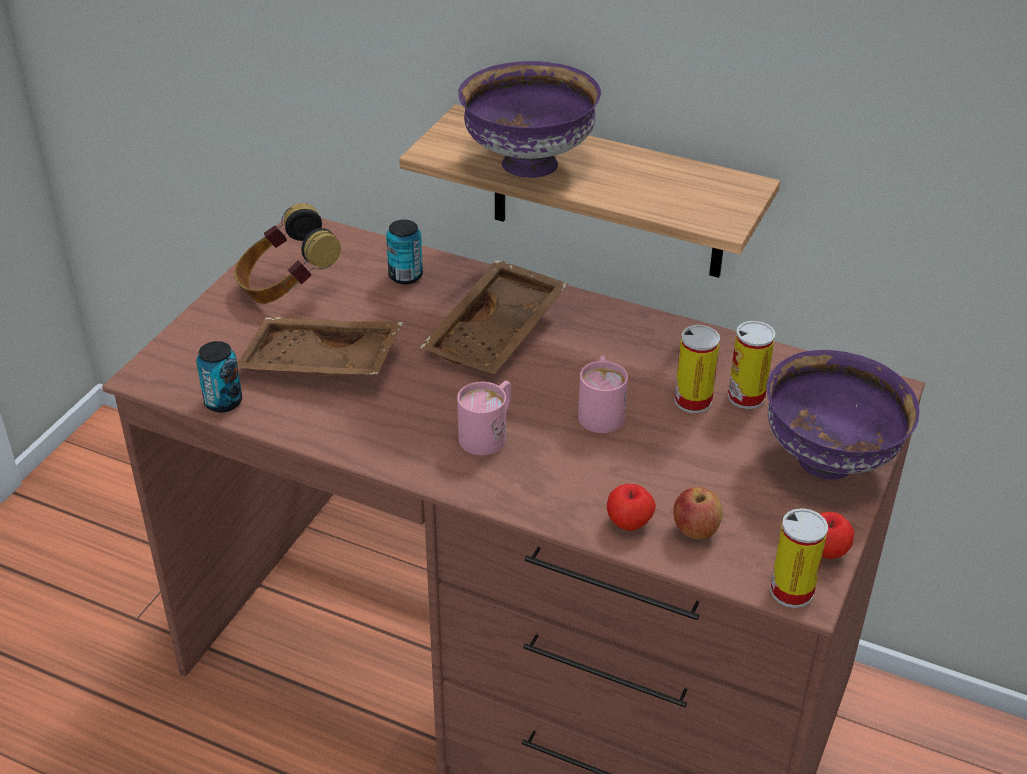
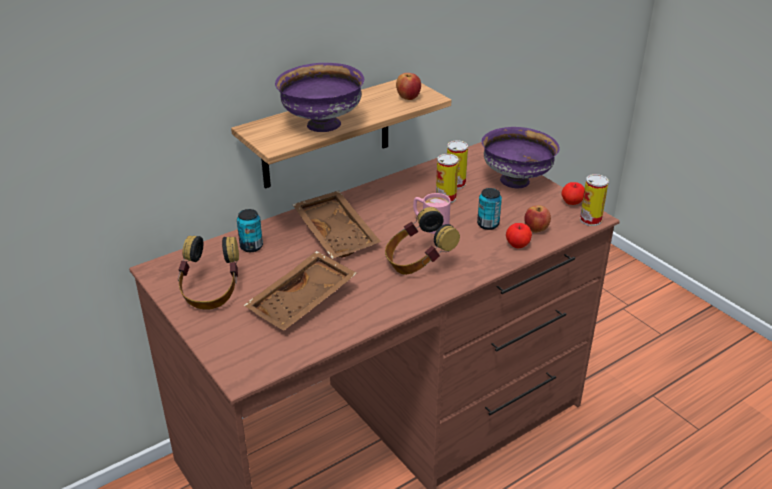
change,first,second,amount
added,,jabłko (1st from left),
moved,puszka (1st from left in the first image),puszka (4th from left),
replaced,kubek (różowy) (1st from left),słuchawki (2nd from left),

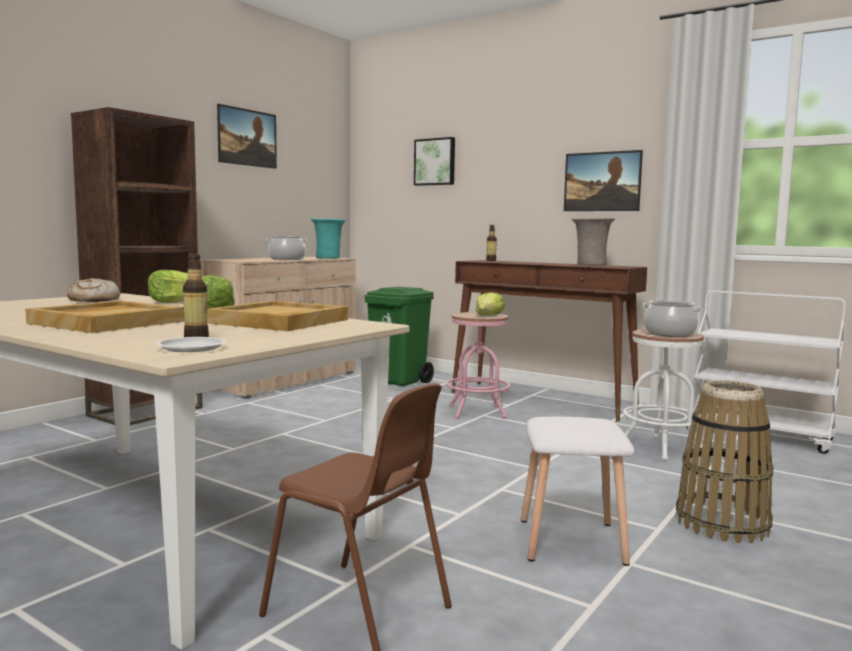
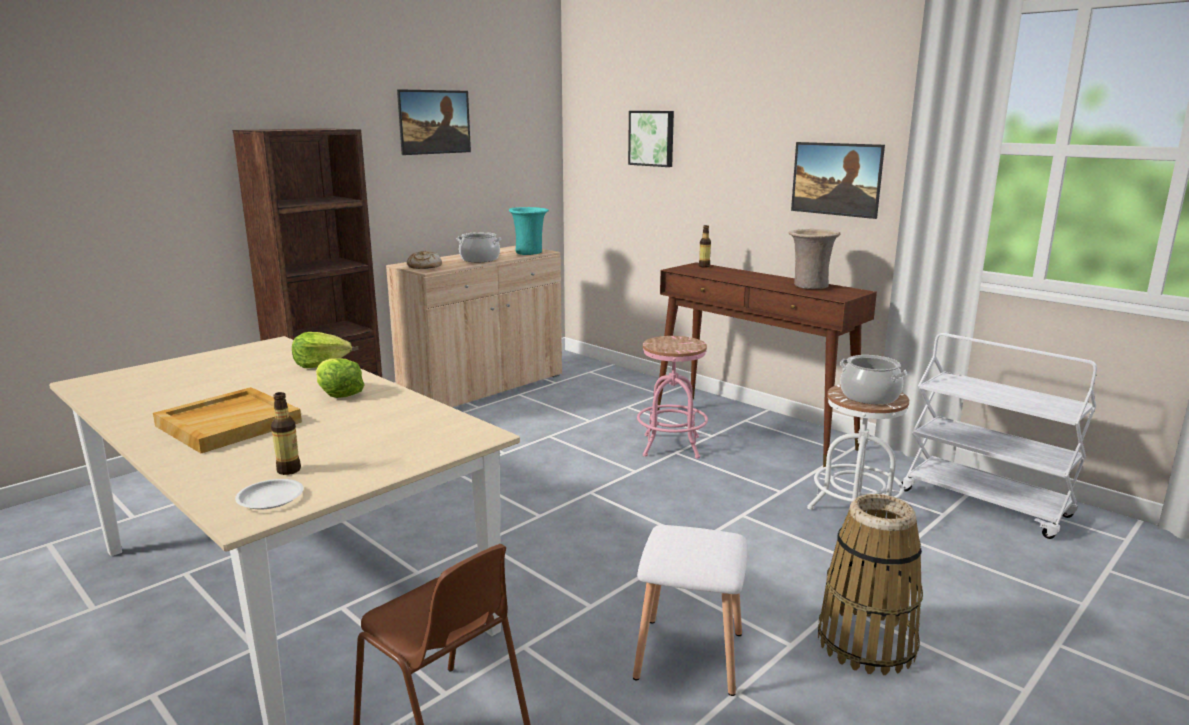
change,first,second,amount
removed,taca (beżowy) (2nd from left),,
removed,kosz na śmieci (zielony),,
removed,sałata (3rd from left),,
moved,chleb,,

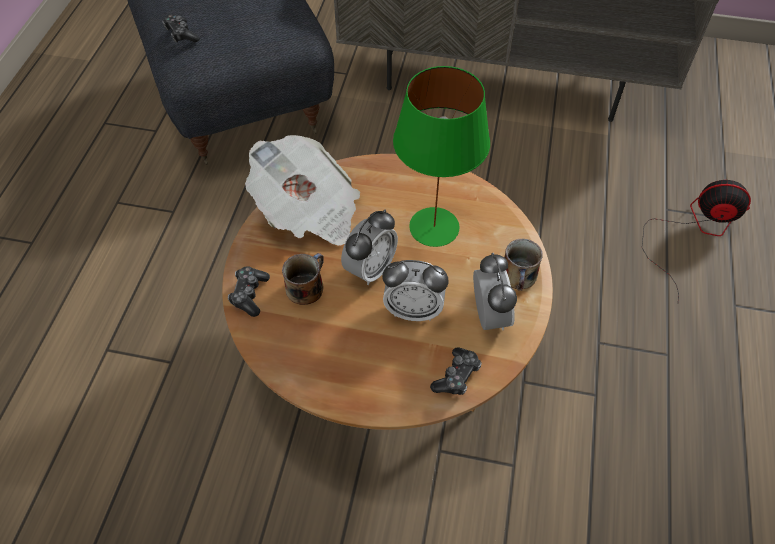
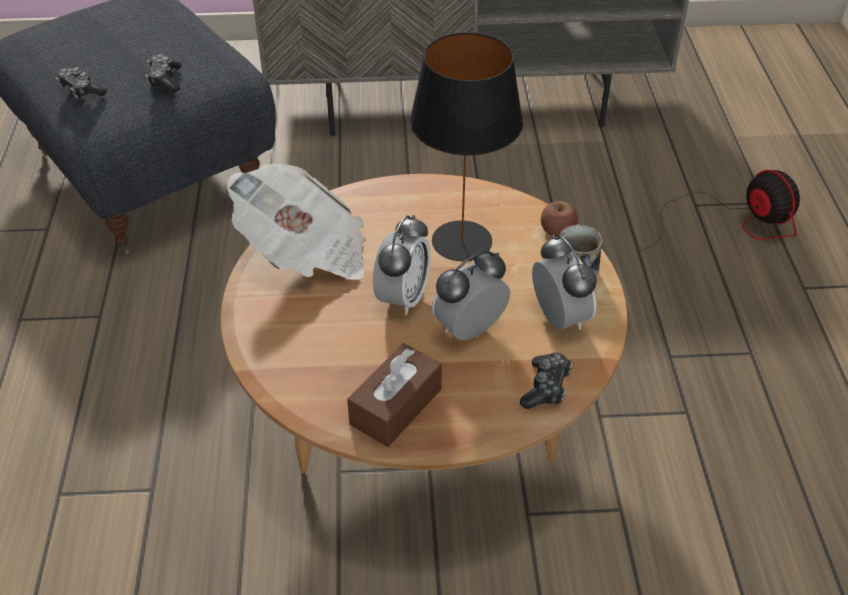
change,first,second,amount
removed,kubek (1st from left),,
added,,pudełko chusteczek (brązowy),
added,,jabłko,
moved,pad do gier (2nd from left),,
recoloured,lampa stołowa (zielony),lampa stołowa (czarny),
turned,budzik (2nd from left),,150 degrees clockwise
turned,wentylator,,60 degrees clockwise

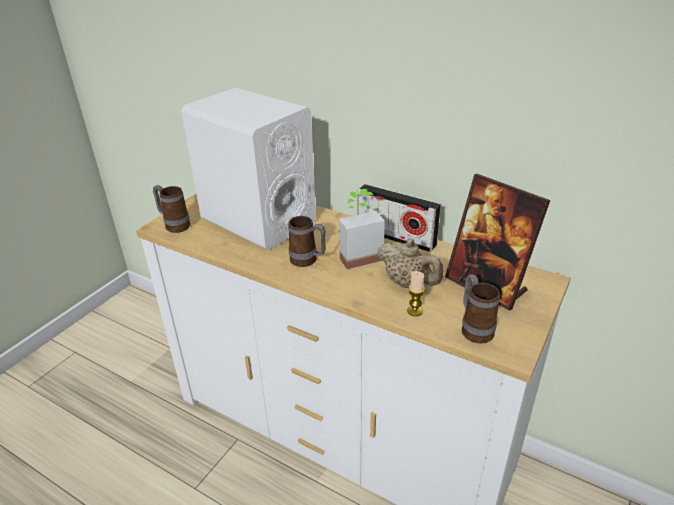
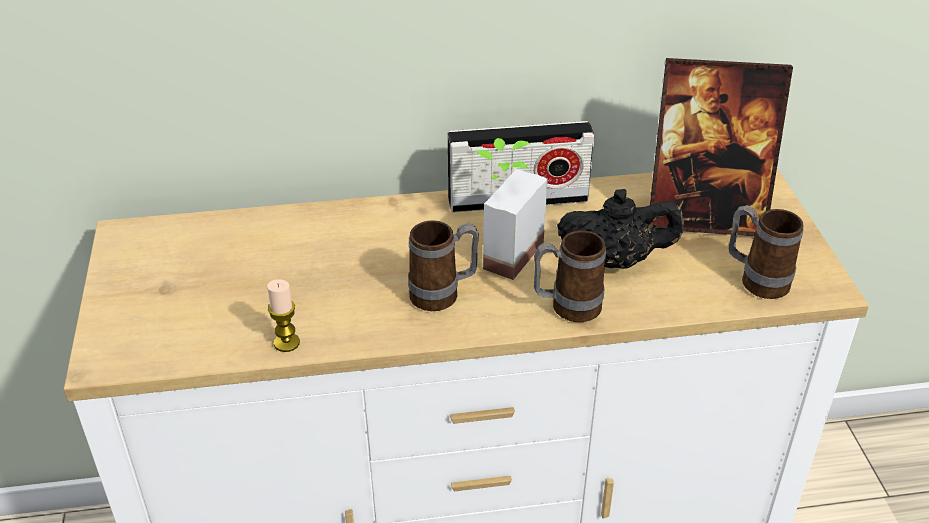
change,first,second,amount
removed,głośnik (biały),,
moved,kubek (1st from left in the first image),kubek (2nd from left),
moved,świeca,,
recoloured,imbryk (beżowy),imbryk (czarny),

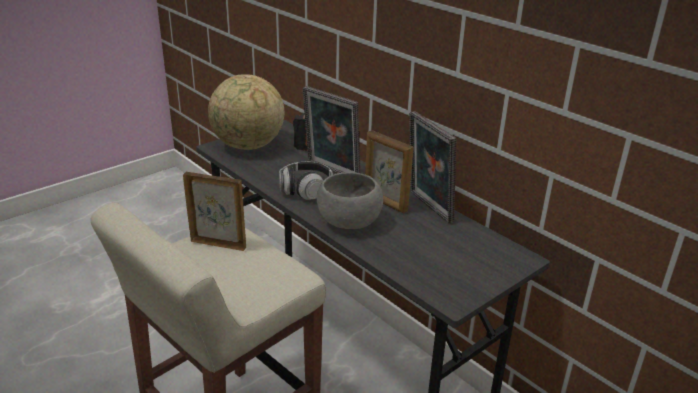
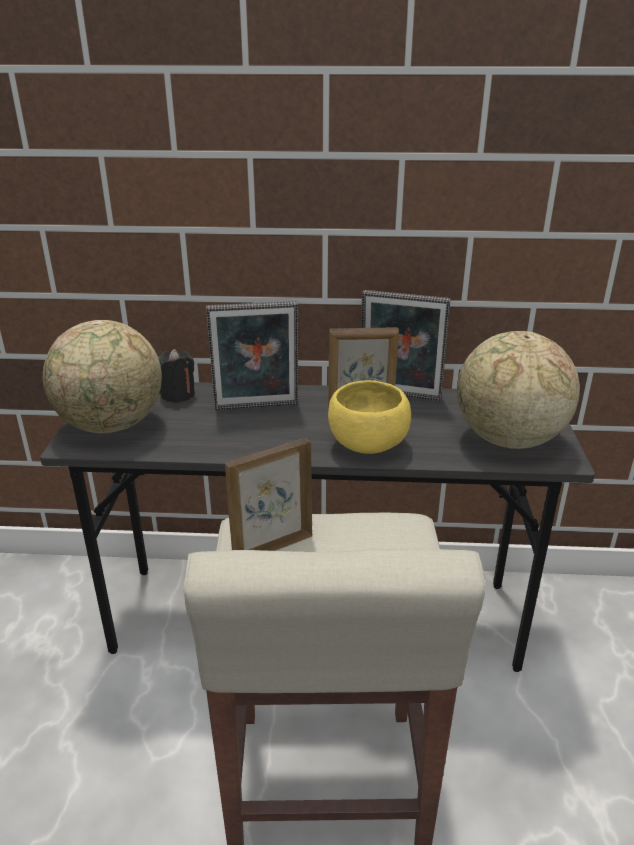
change,first,second,amount
removed,słuchawki,,
added,,globus (2nd from left),
recoloured,miska (szary),miska (żółty),

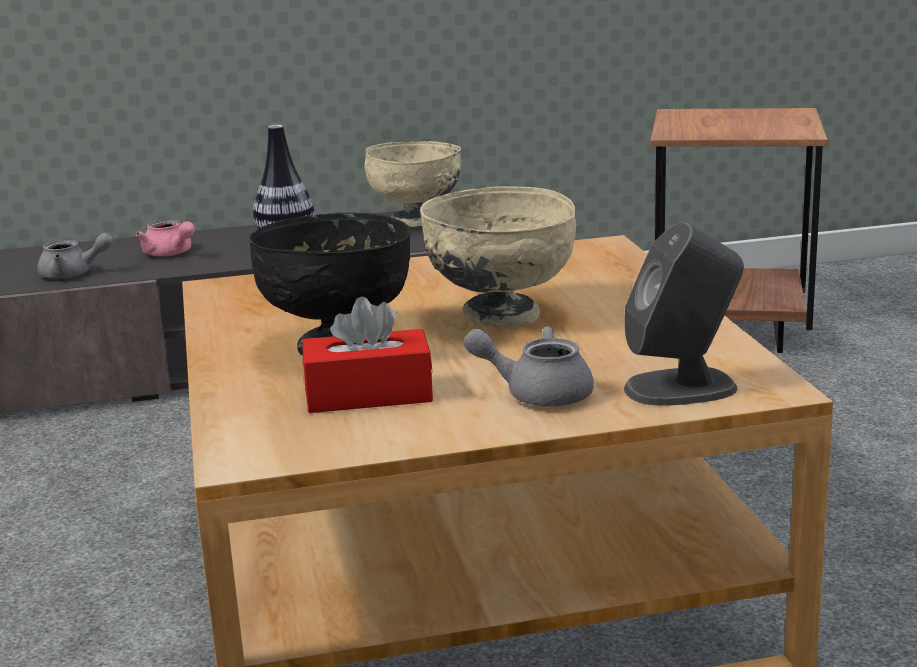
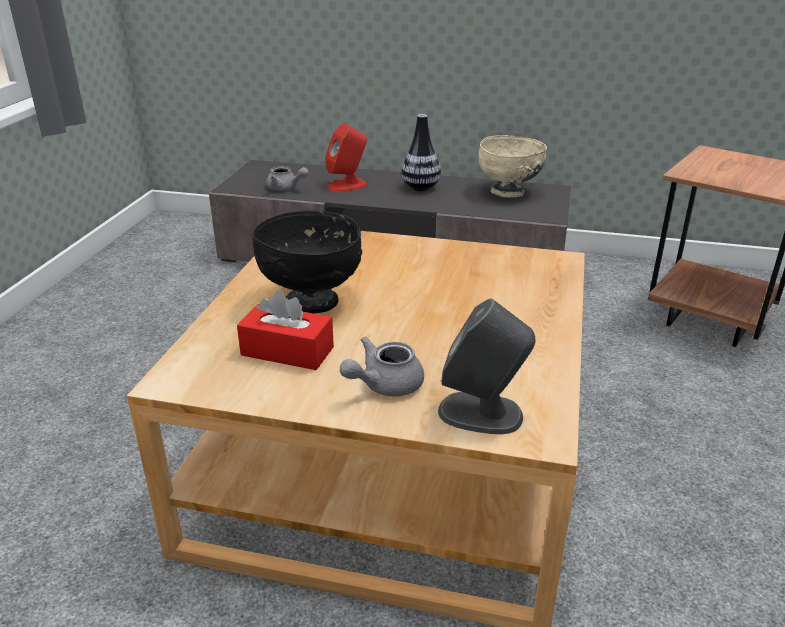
change,first,second,amount
removed,miska (beżowy) (2nd from left),,
replaced,imbryk (różowy),głośnik (czerwony),
turned,imbryk (szary) (2nd from left),,75 degrees counterclockwise

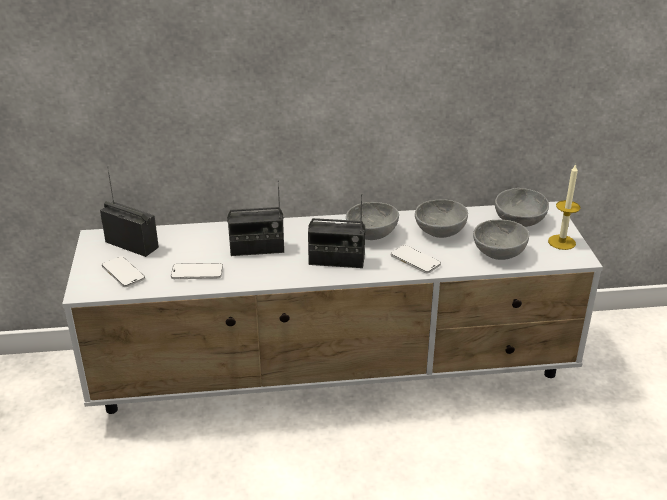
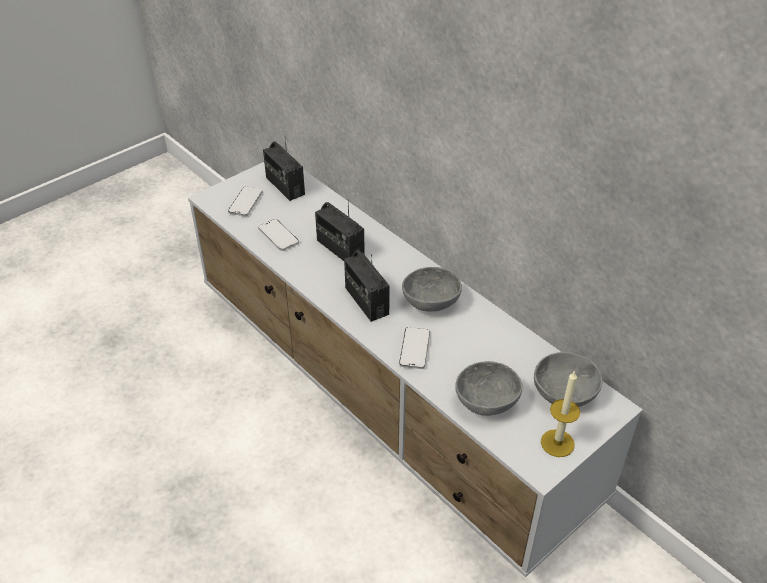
change,first,second,amount
removed,miska (szary) (2nd from left),,
turned,radio (1st from left),,150 degrees clockwise

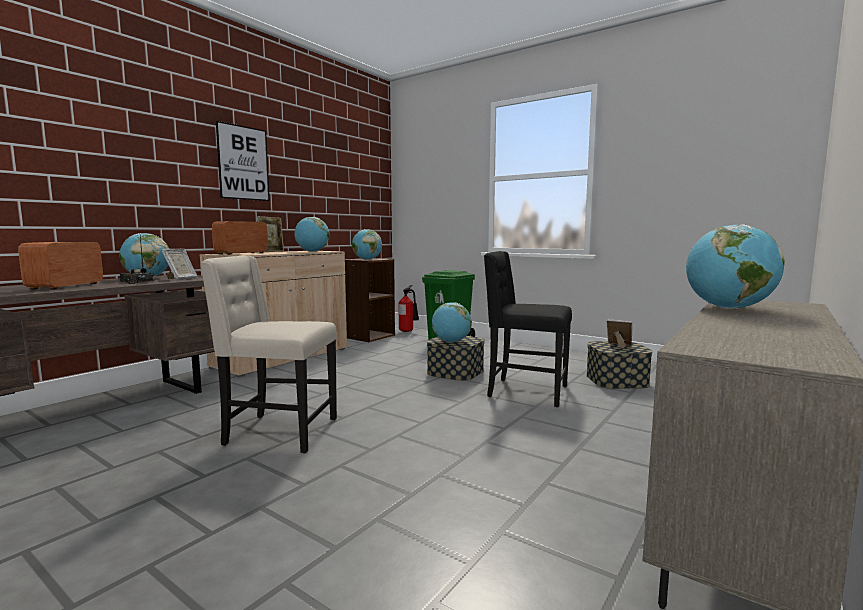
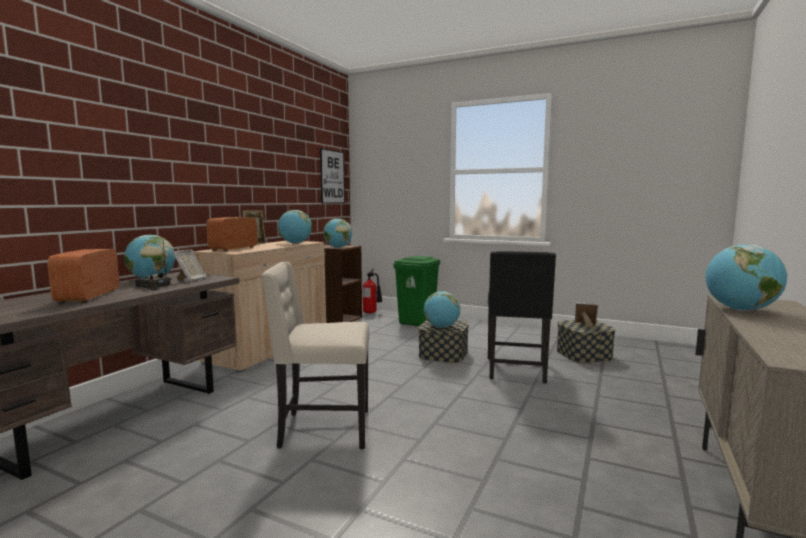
change,first,second,amount
moved,obraz,,
turned,krzesło (czarny),,90 degrees counterclockwise

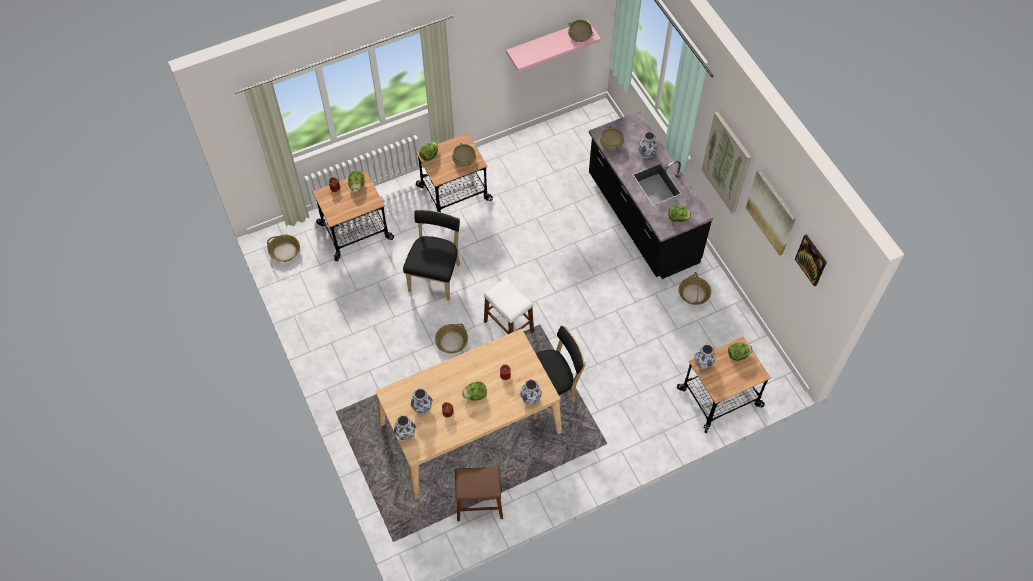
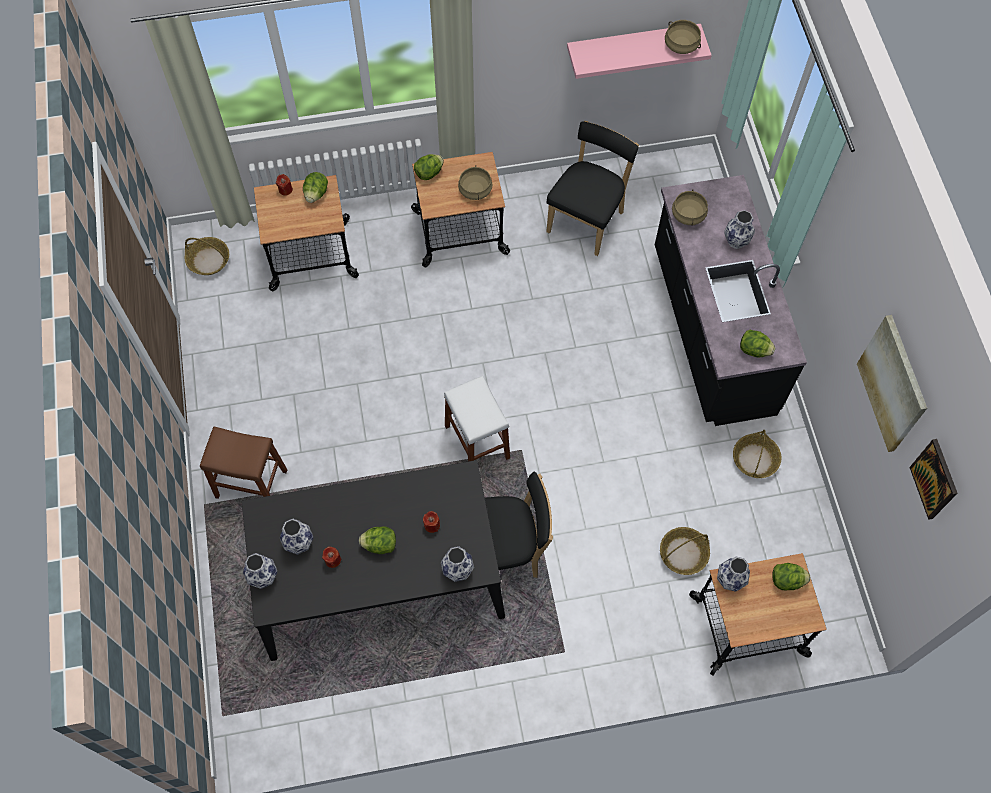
change,first,second,amount
removed,obraz (1st from left),,
moved,krzesło (czarny) (1st from left in the first image),krzesło (czarny) (2nd from left),
moved,koszyk (2nd from left),,
moved,stołek (brązowy),,
recoloured,stół jadalny (beżowy),stół jadalny (czarny),

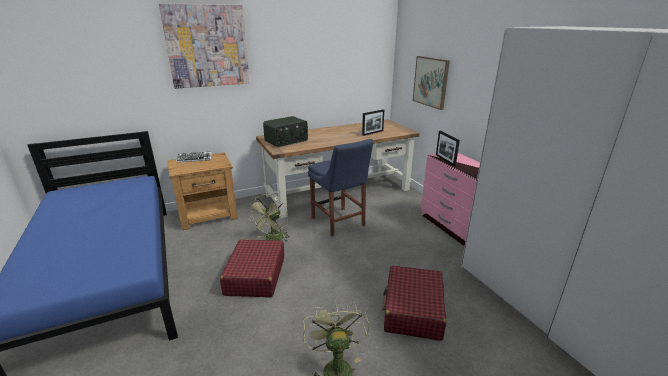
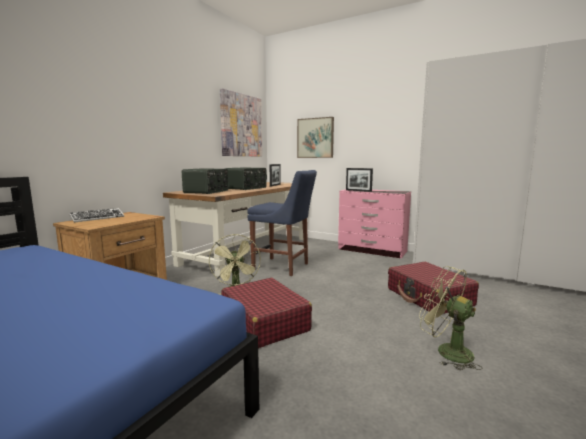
change,first,second,amount
added,,radio (2nd from left),
moved,obraz (1st from left),,

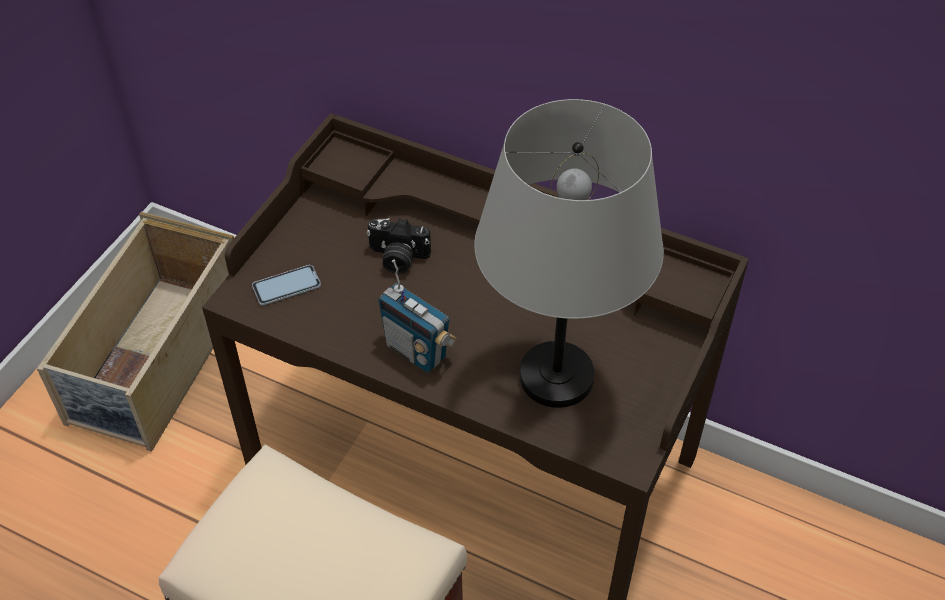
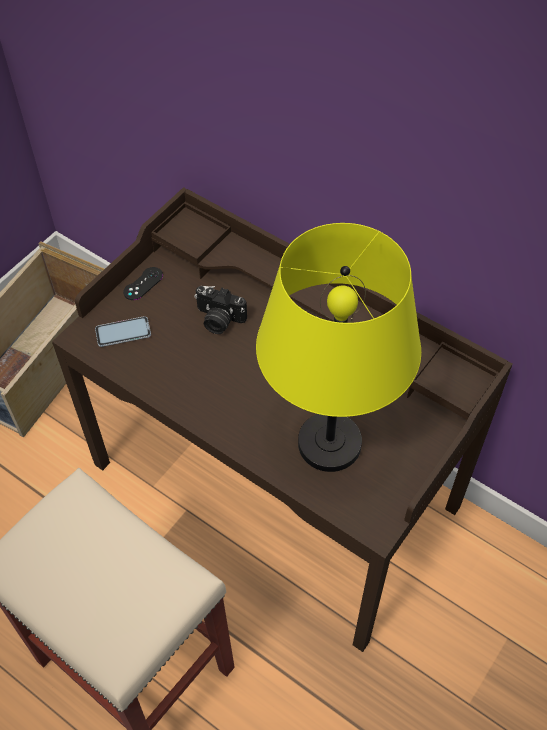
change,first,second,amount
removed,radio,,
added,,pad do gier (czarny),
recoloured,lampa stołowa (szary),lampa stołowa (żółty),

